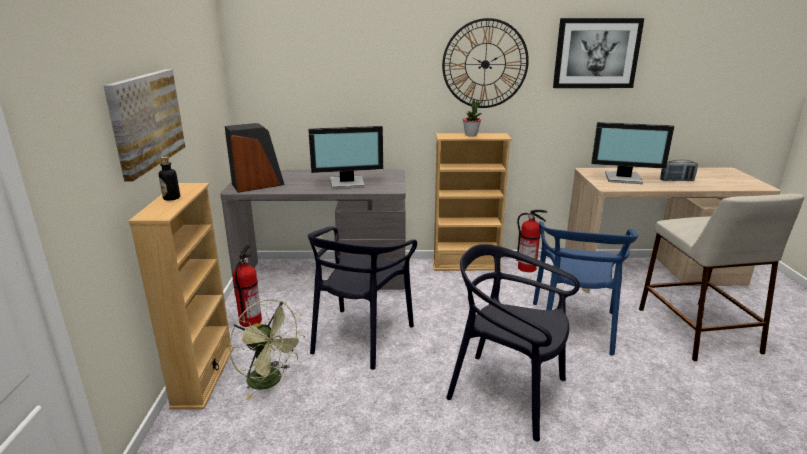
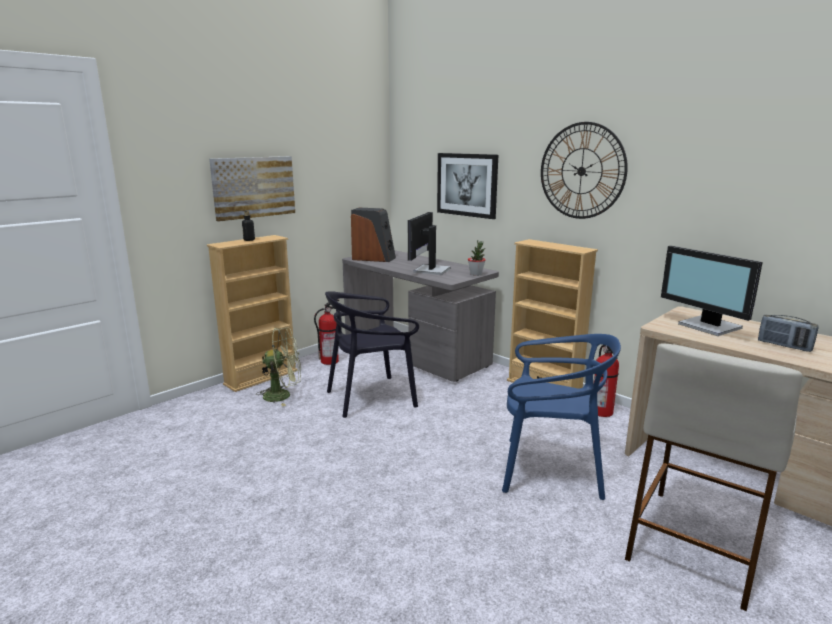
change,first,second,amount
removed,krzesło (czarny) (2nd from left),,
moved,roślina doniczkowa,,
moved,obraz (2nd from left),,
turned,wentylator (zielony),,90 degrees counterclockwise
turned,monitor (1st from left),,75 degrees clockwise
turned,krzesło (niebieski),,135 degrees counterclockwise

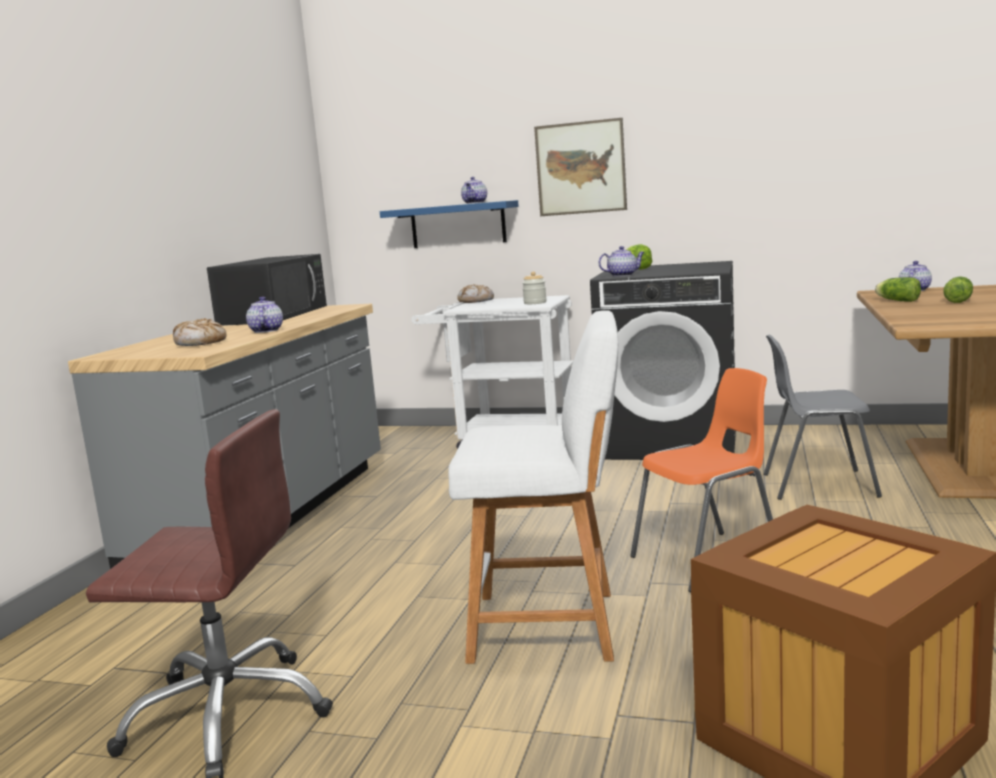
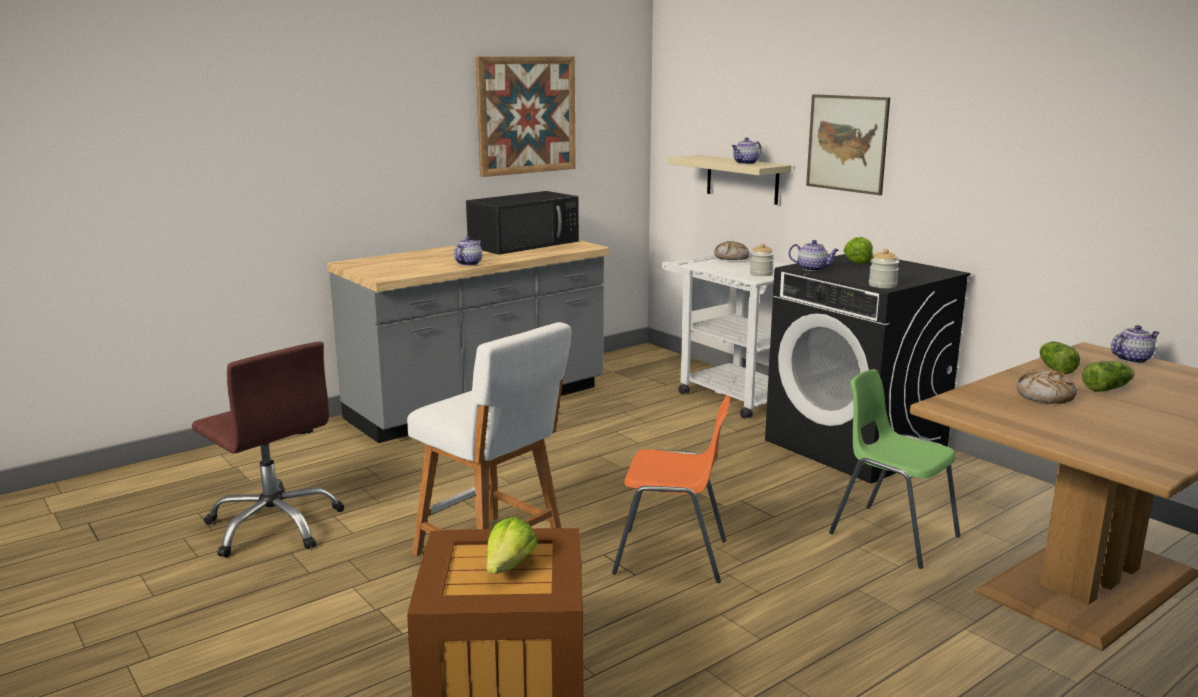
change,first,second,amount
added,,obraz (1st from left),
added,,sałata (1st from left),
added,,słoik (2nd from left),
moved,chleb (1st from left in the first image),chleb (2nd from left),
recoloured,półka (niebieski),półka (beżowy),
recoloured,krzesło (szary),krzesło (zielony),

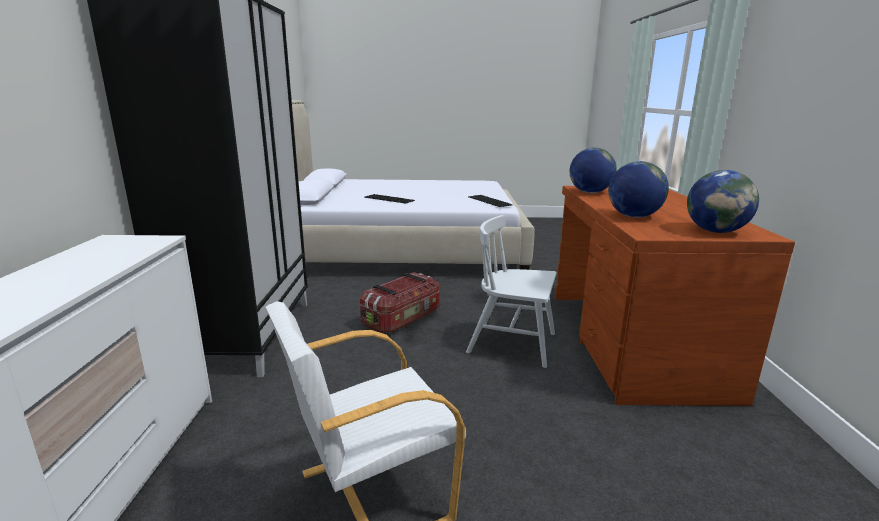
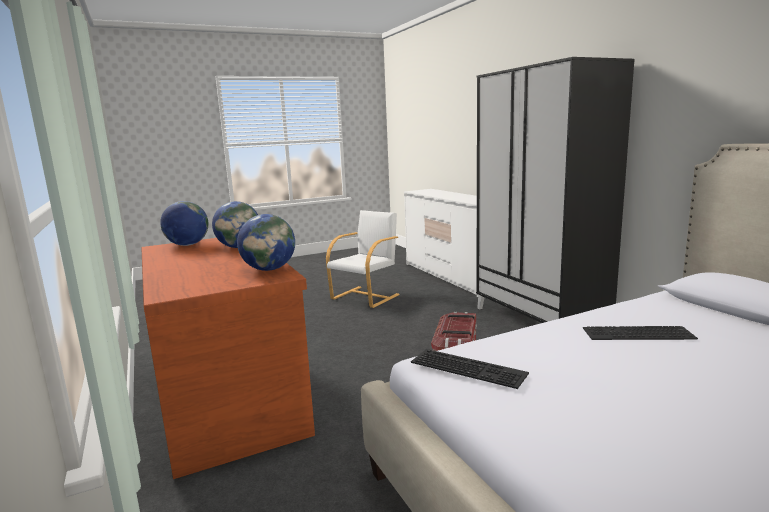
change,first,second,amount
removed,krzesło (biały),,

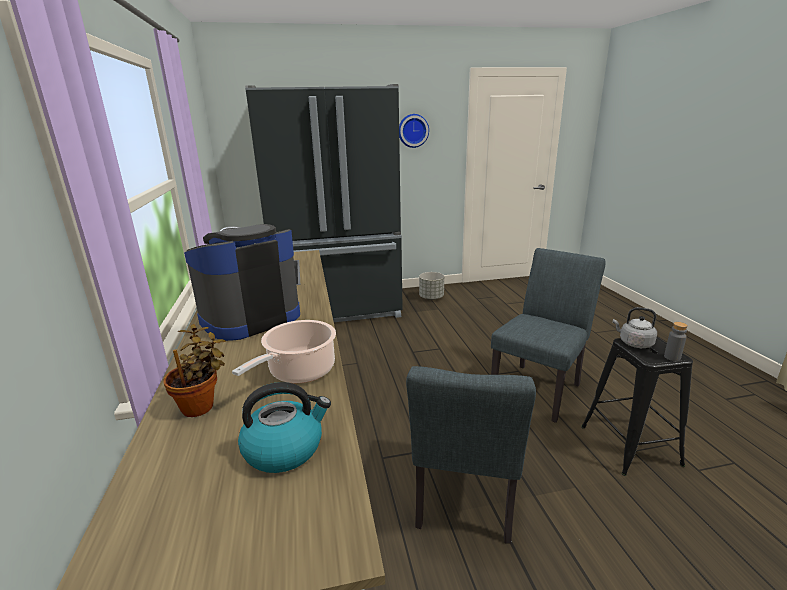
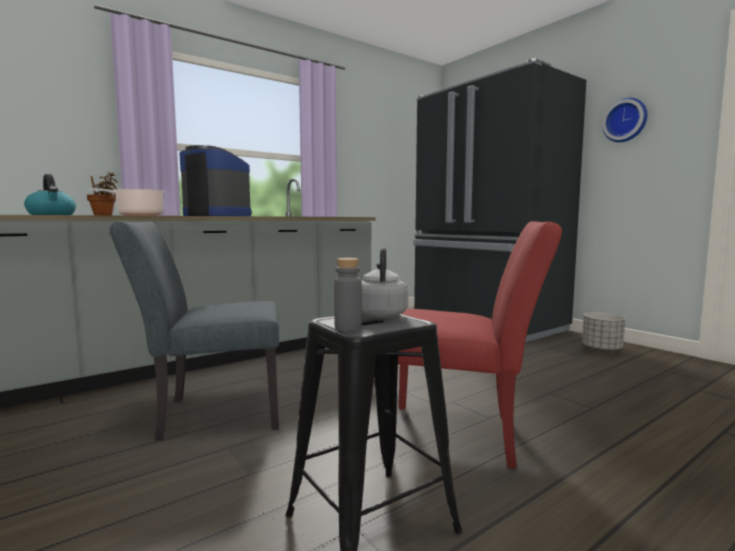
change,first,second,amount
recoloured,krzesło (szary) (2nd from left),krzesło (czerwony),

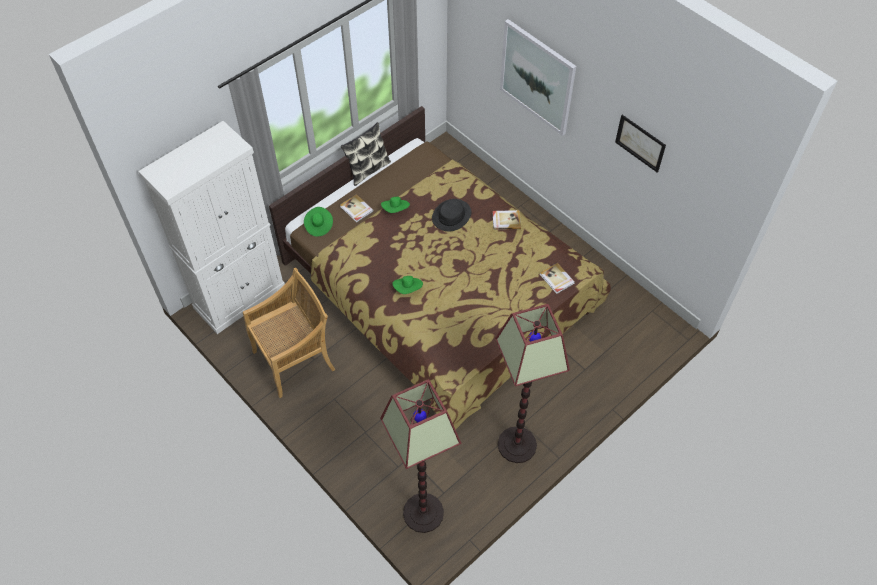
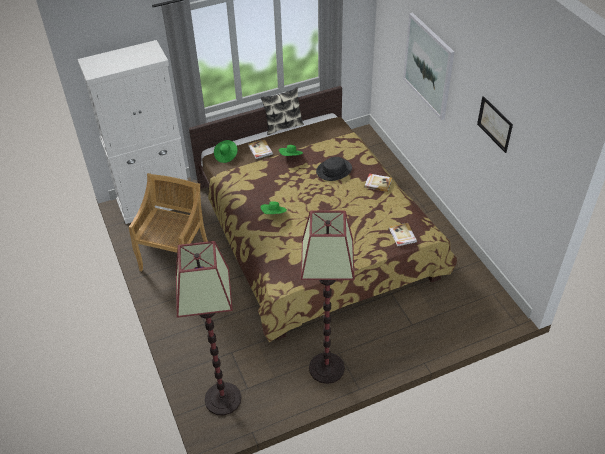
change,first,second,amount
turned,krzesło (beżowy),,60 degrees counterclockwise

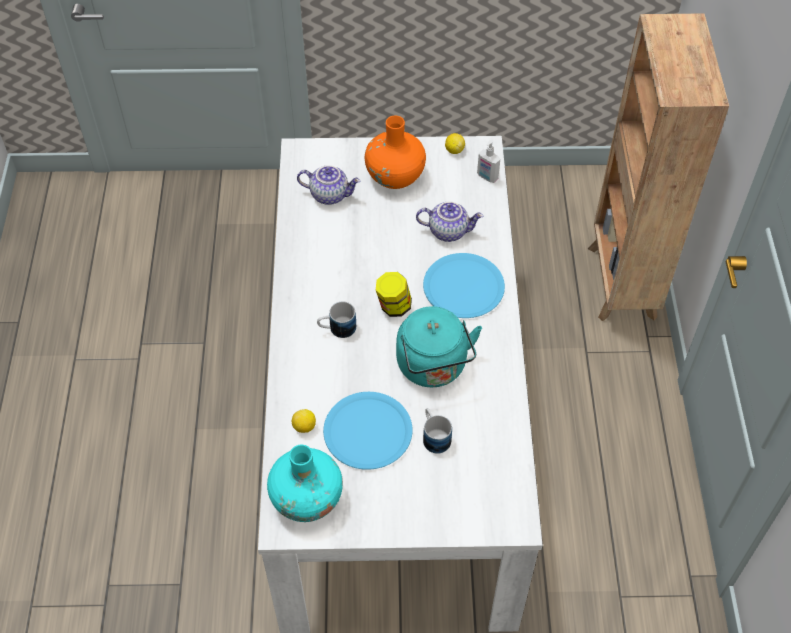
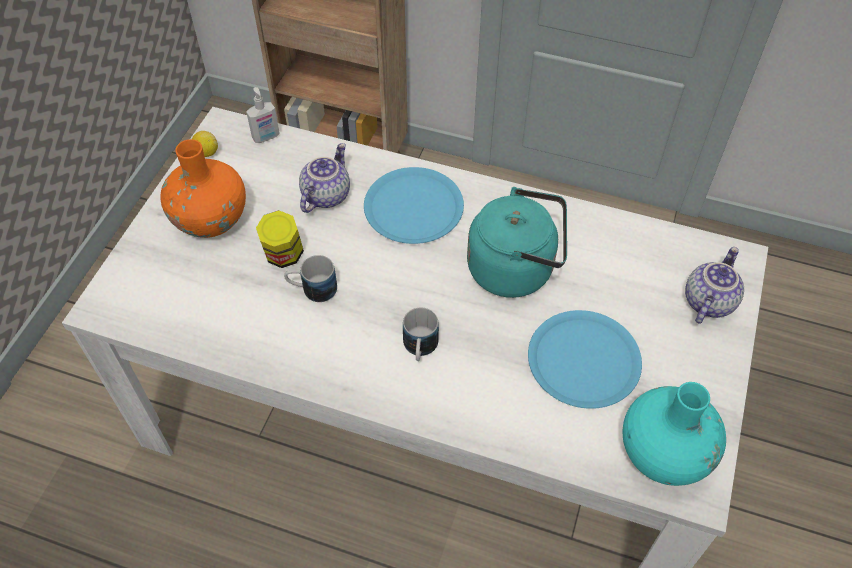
change,first,second,amount
removed,cytryna (1st from left),,
moved,imbryk (1st from left in the first image),imbryk (2nd from left),
moved,słoik,,
moved,kubek (2nd from left in the first image),kubek (1st from left),

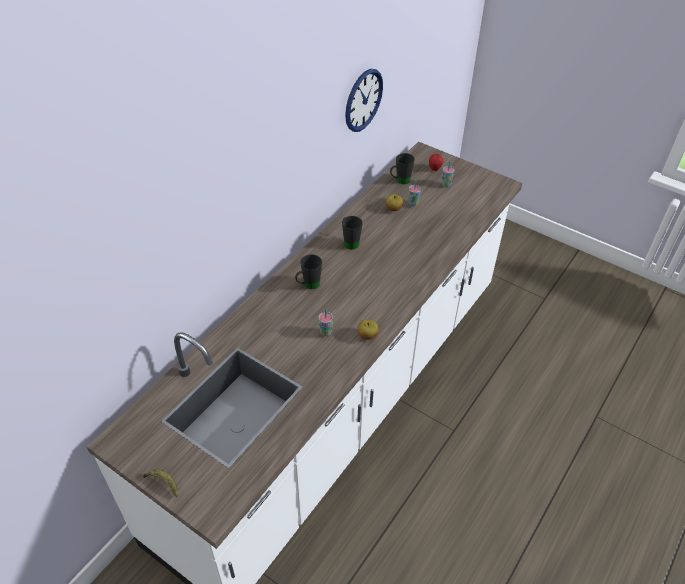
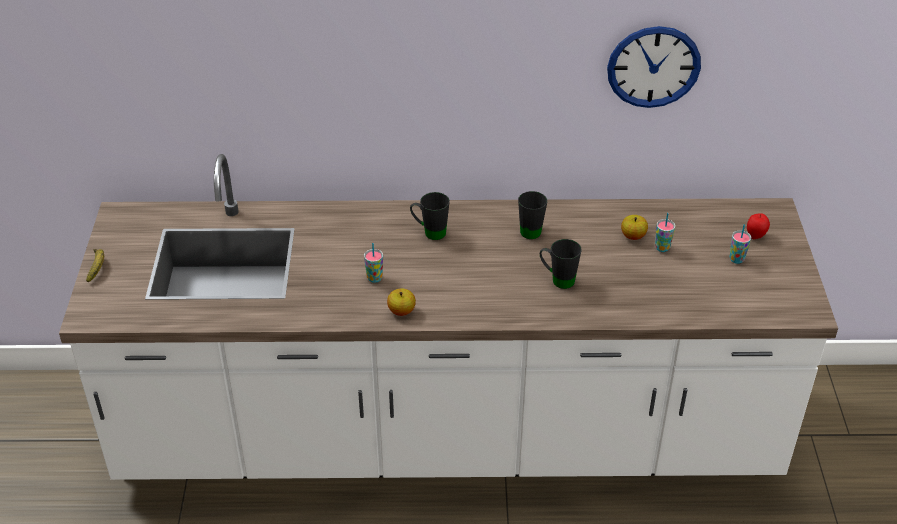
change,first,second,amount
moved,kubek (czarny) (3rd from left),,

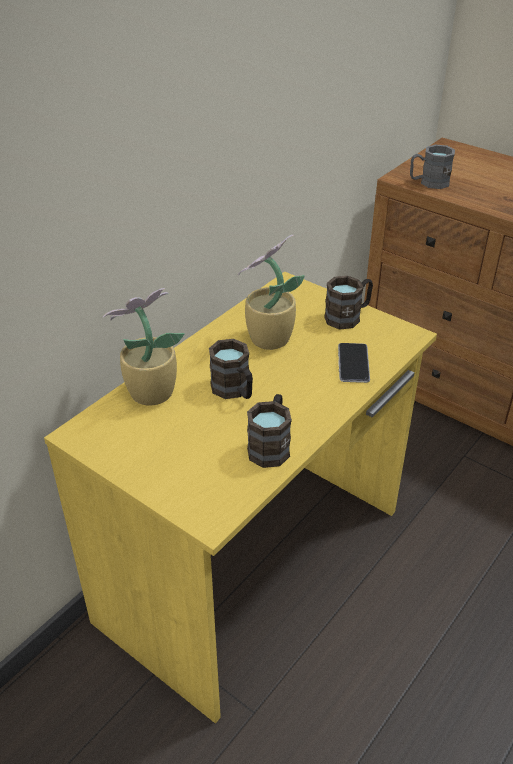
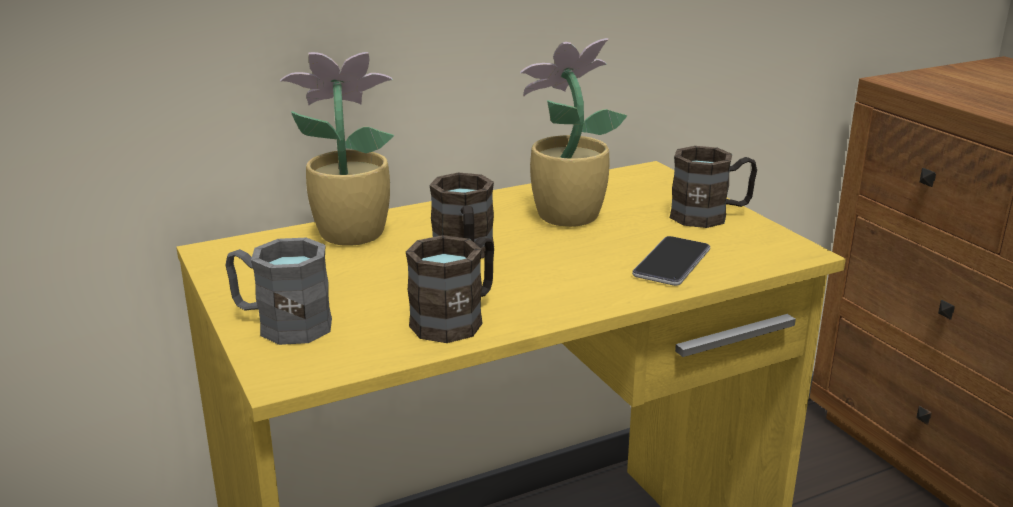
change,first,second,amount
moved,kubek (szary),,

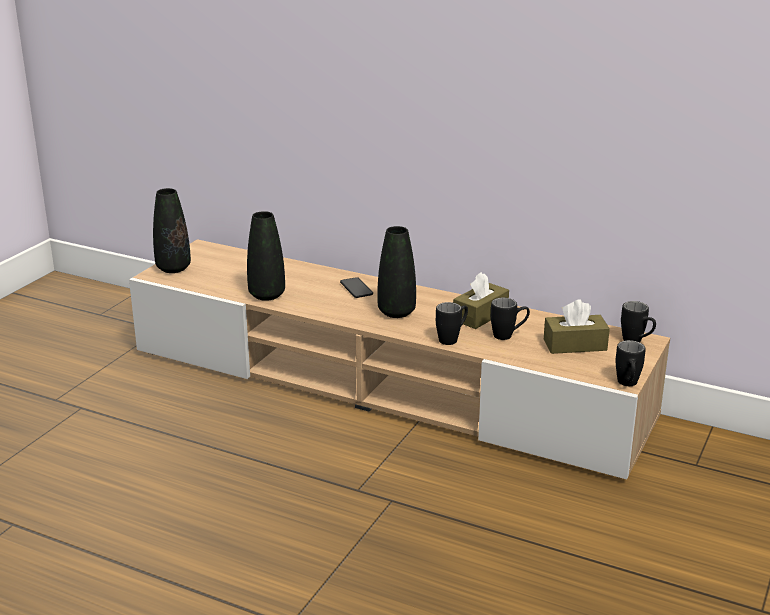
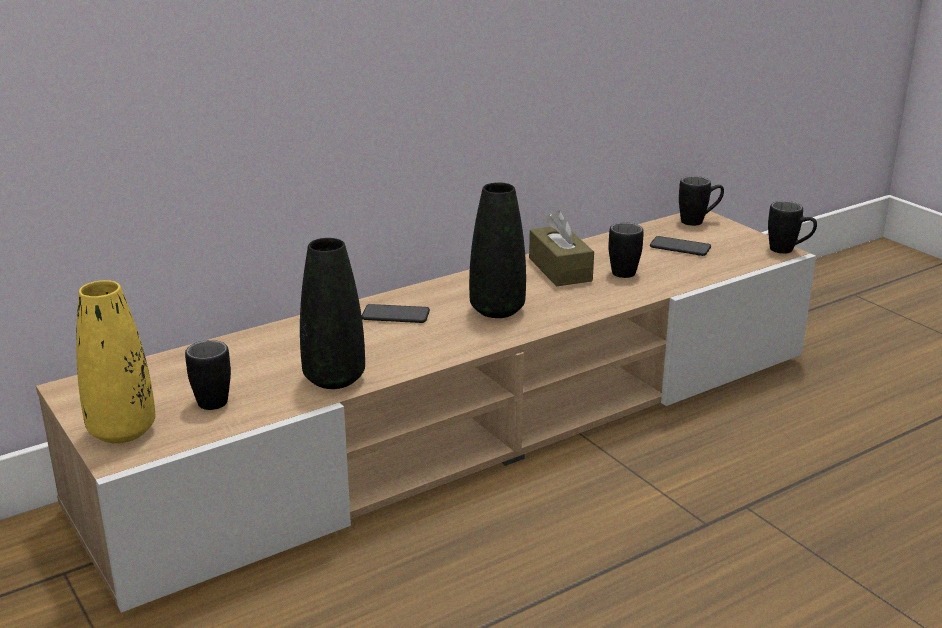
change,first,second,amount
moved,kubek (czarny) (1st from left),,
replaced,pudełko chusteczek (brązowy) (2nd from left),telefon (2nd from left),
recoloured,wazon (czarny) (1st from left),wazon (żółty),

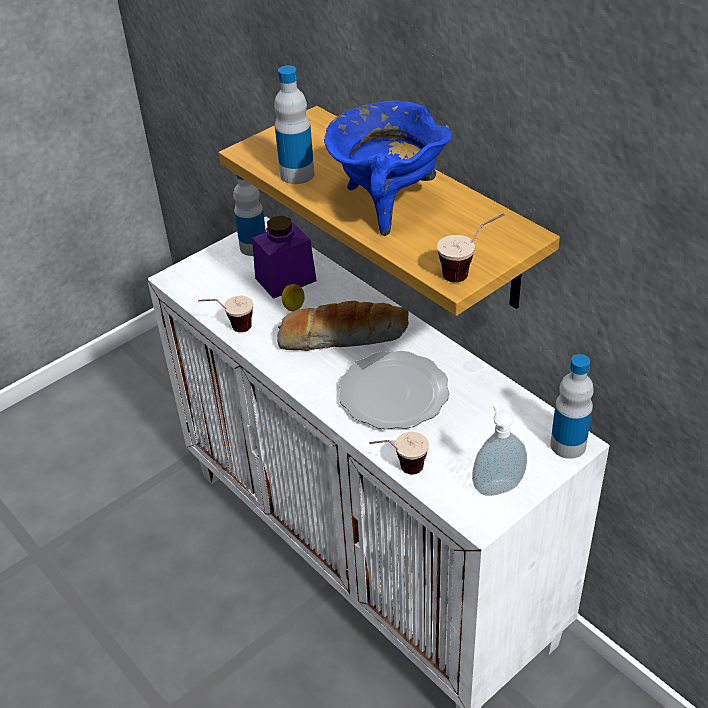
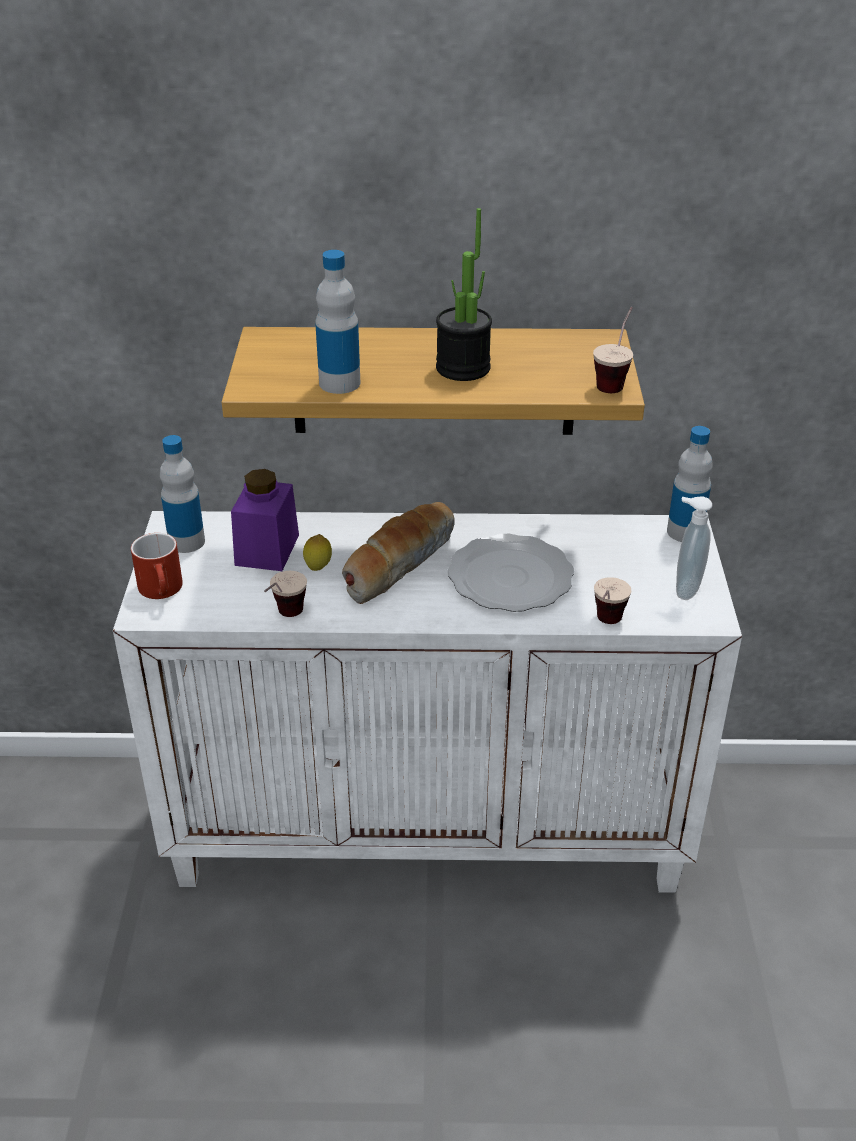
change,first,second,amount
added,,kubek (czerwony),
replaced,garnek (niebieski),roślina doniczkowa,

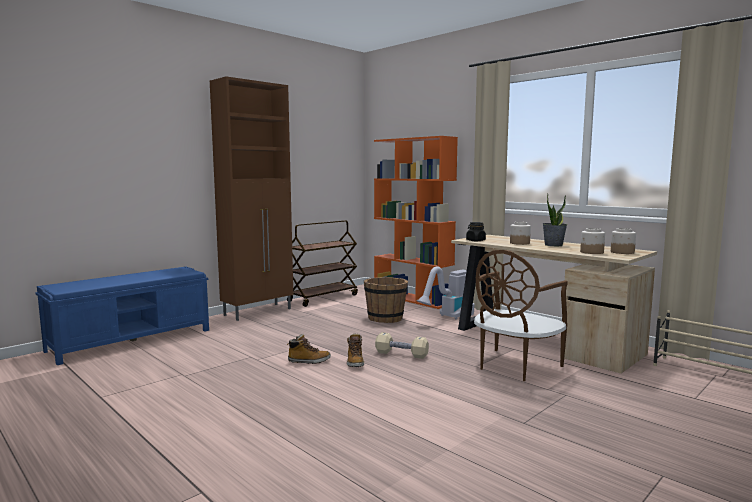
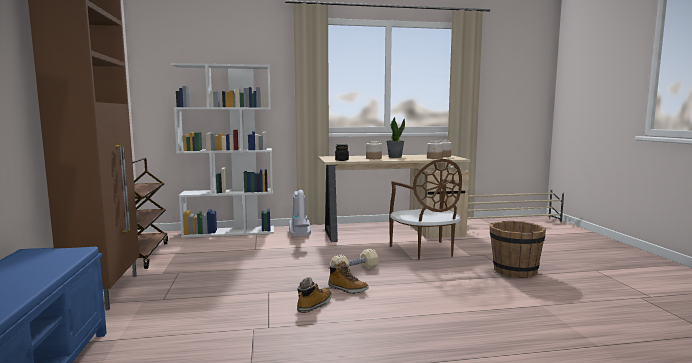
change,first,second,amount
moved,wiadro (brązowy),,
recoloured,regał (pomarańczowy),regał (biały),

